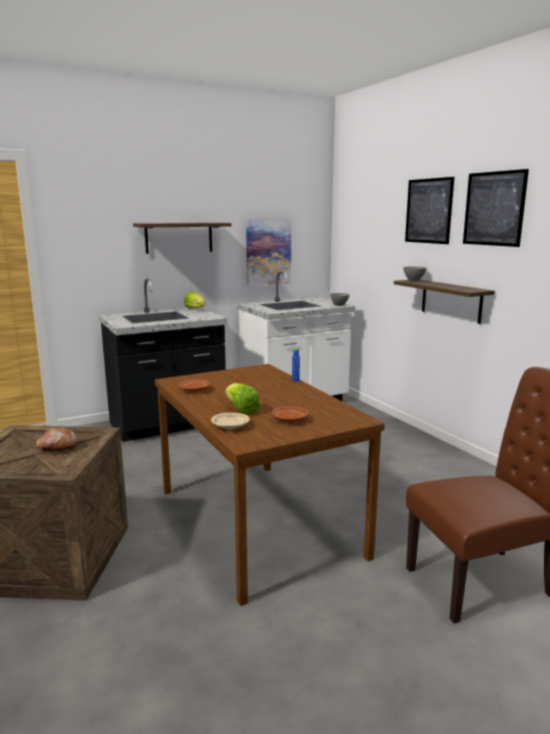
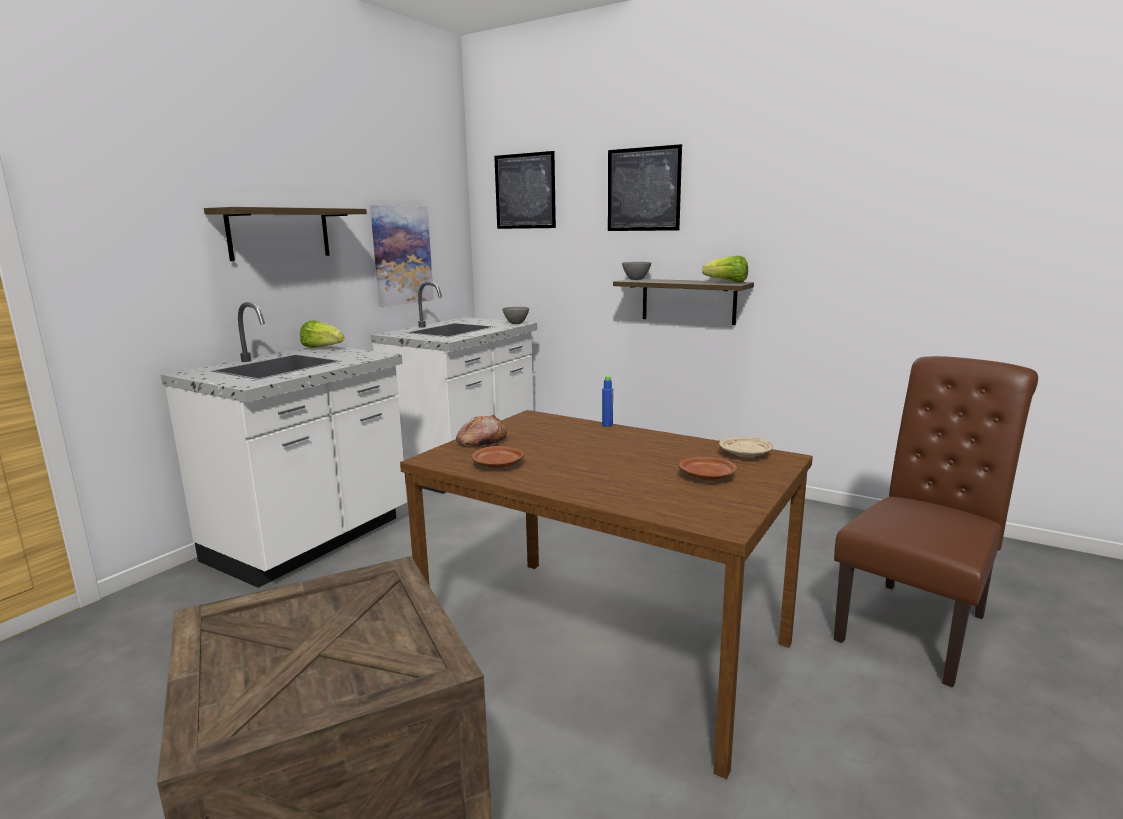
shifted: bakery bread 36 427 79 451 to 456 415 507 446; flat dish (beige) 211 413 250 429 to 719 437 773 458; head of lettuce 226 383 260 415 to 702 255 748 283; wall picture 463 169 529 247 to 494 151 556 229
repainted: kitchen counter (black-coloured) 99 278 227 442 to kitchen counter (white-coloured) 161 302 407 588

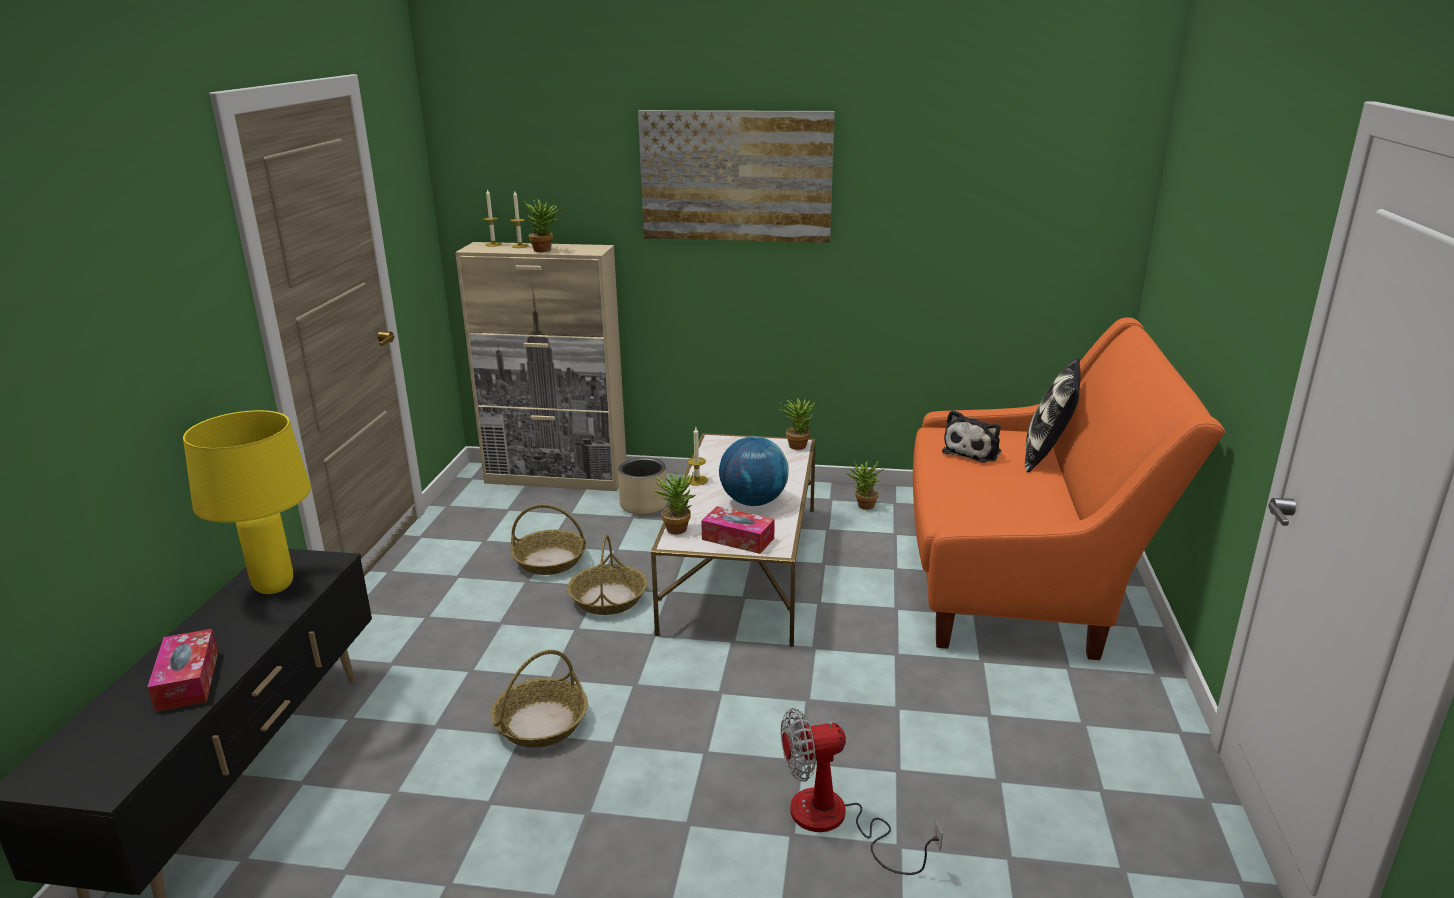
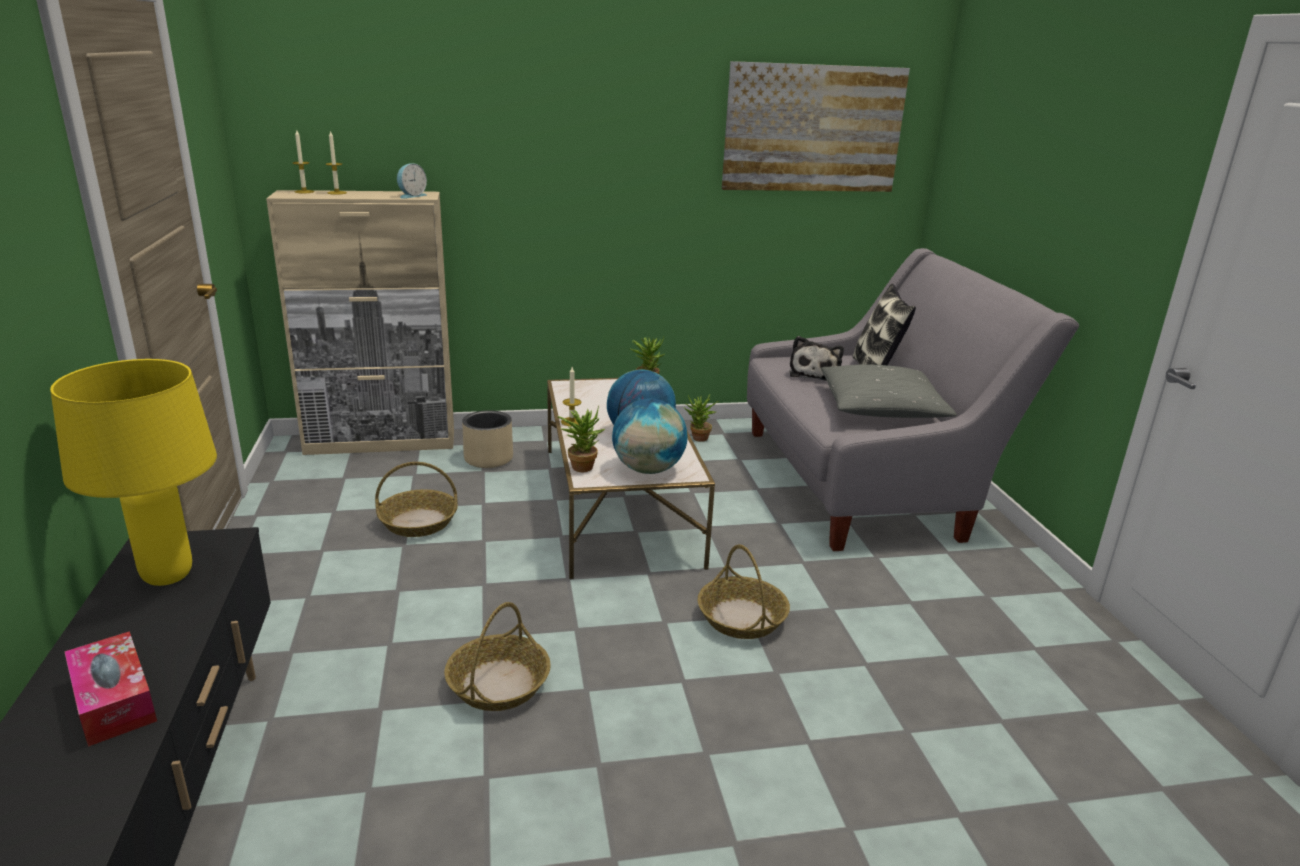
gone: potted plant 524 200 562 252; electric fan 781 708 943 875
new: alarm clock 397 163 427 199; pillow (grey) 821 365 957 418
shifted: household basket 567 535 647 615 to 698 545 790 639; wall picture 638 110 834 243 to 722 61 910 192
swapped: box of tissues 701 506 775 554 to world globe 612 398 687 474
repainted: settee (orange) 913 318 1225 660 to settee (grey) 747 248 1079 551

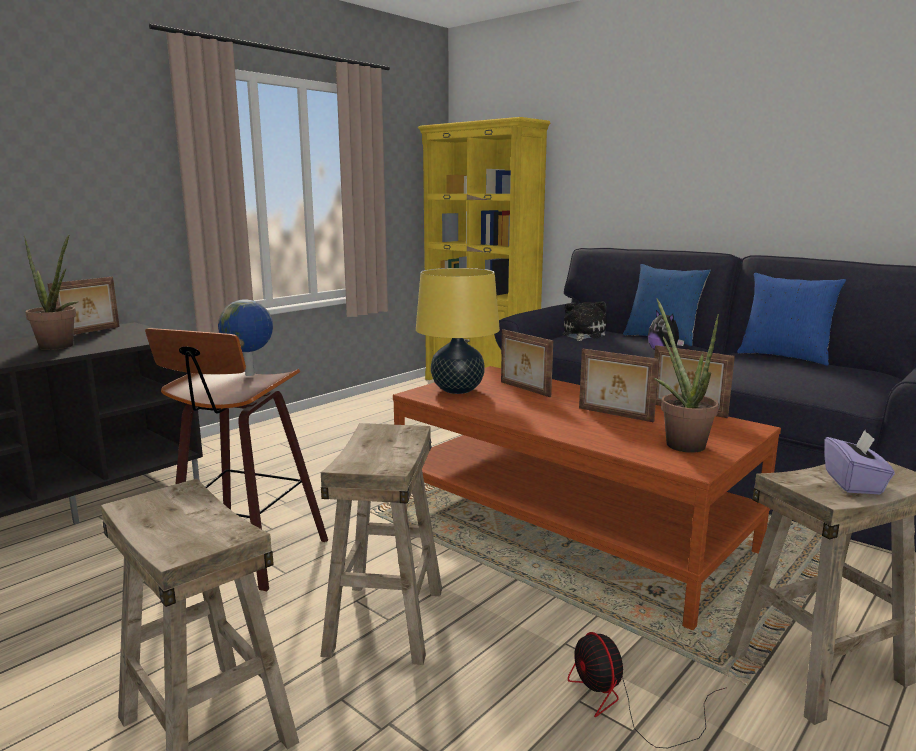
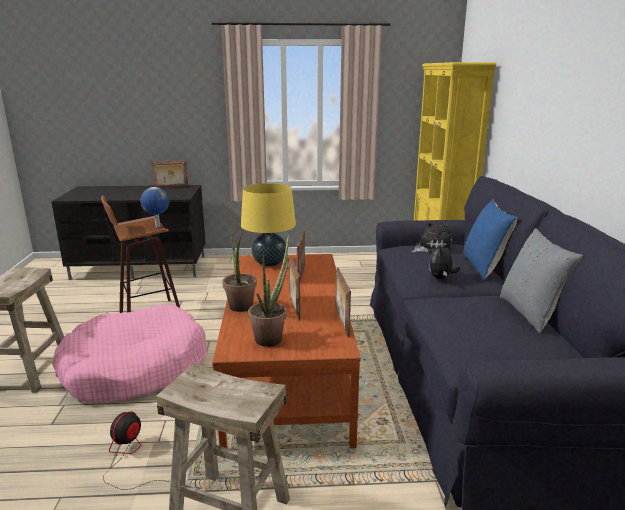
gone: box of tissues (purplish) 824 430 895 494
shifted: potted plant 24 235 78 350 to 223 223 257 312
swapped: stool (beige) 321 423 442 665 to dog cushion (pinkish) 53 305 207 402
repainted: pillow (bluish) 737 273 846 366 to pillow (grey) 500 228 583 333

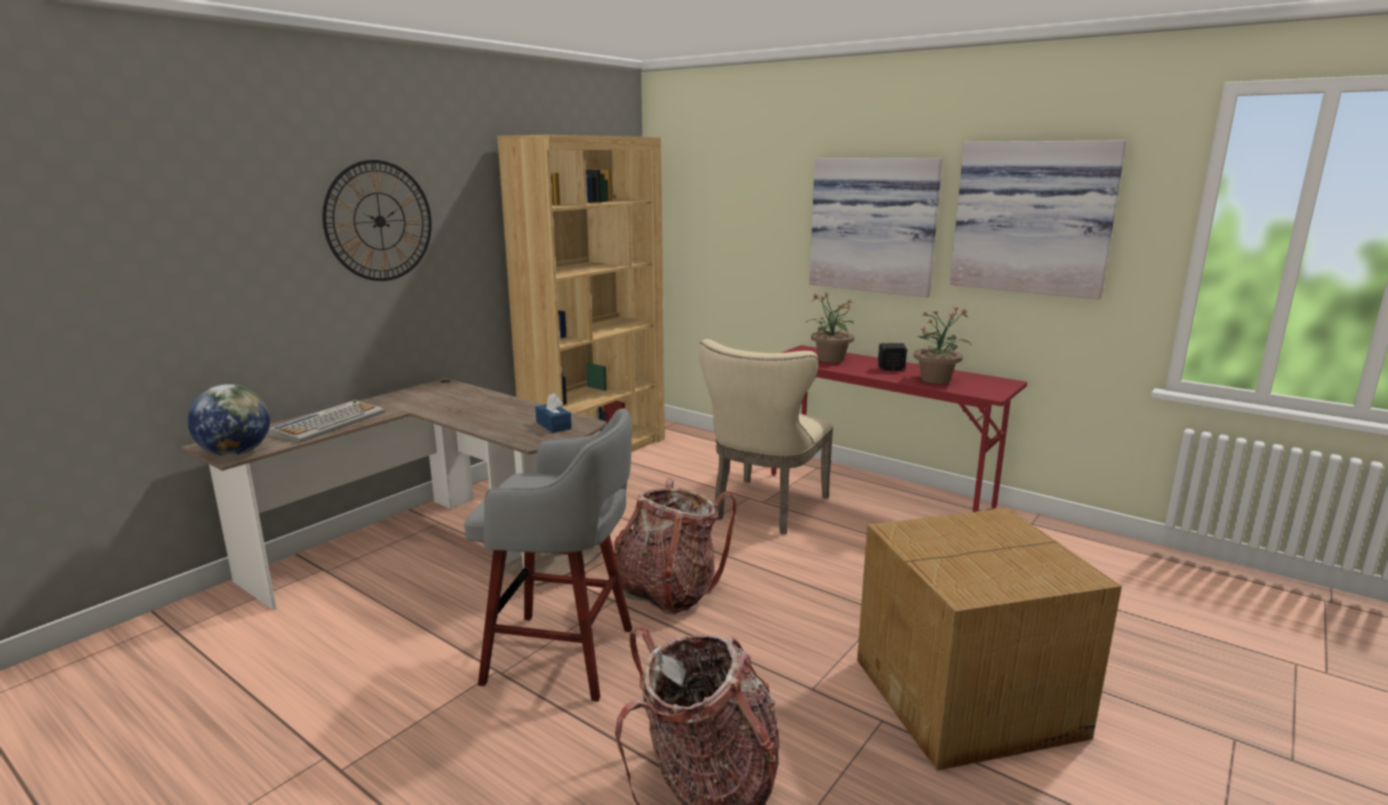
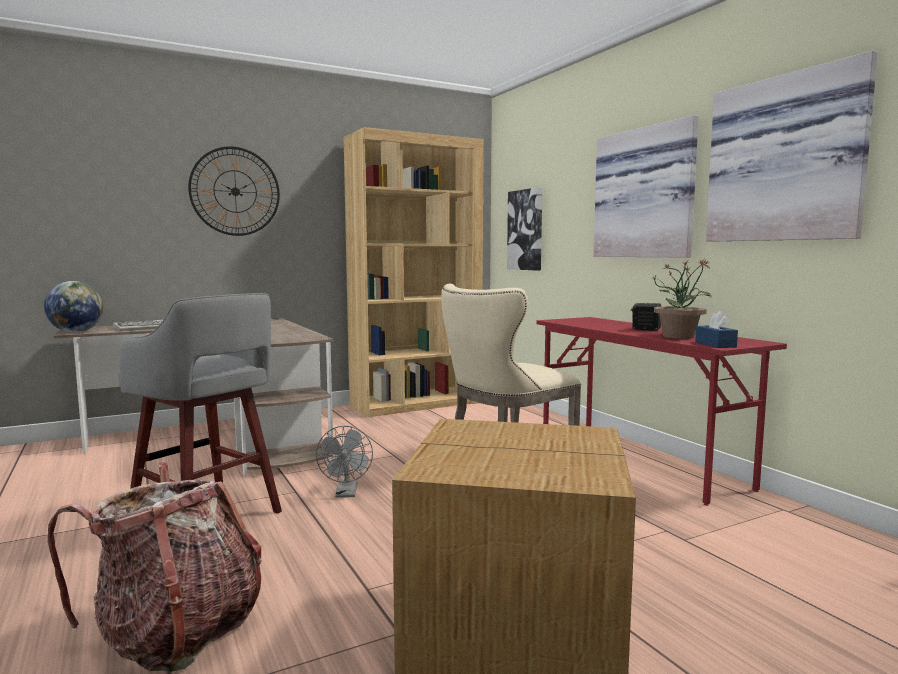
gone: potted plant 806 292 854 363
new: wall picture 507 187 543 271
shifted: box of tissues (bluish) 535 393 572 433 to 695 311 738 348
swapped: backpack 614 479 737 615 to electric fan (grey) 316 426 373 498

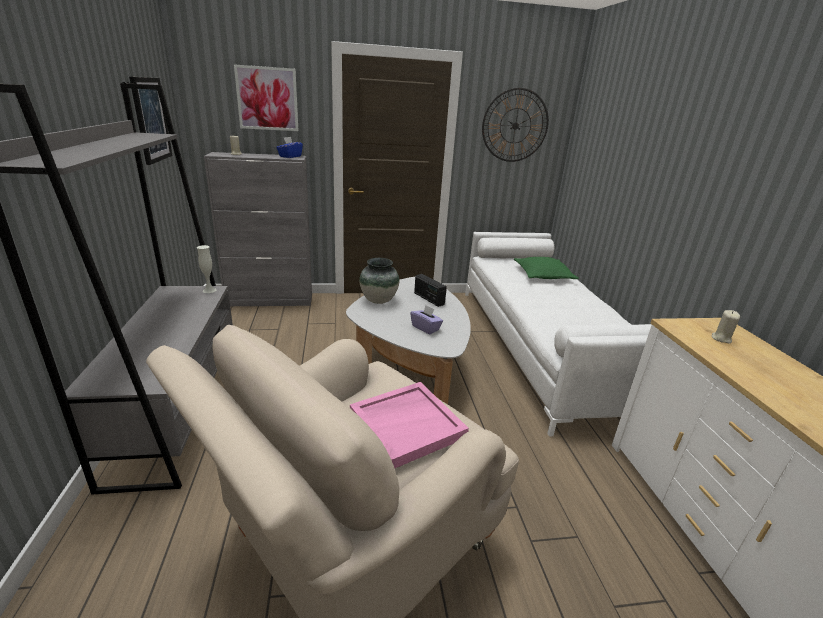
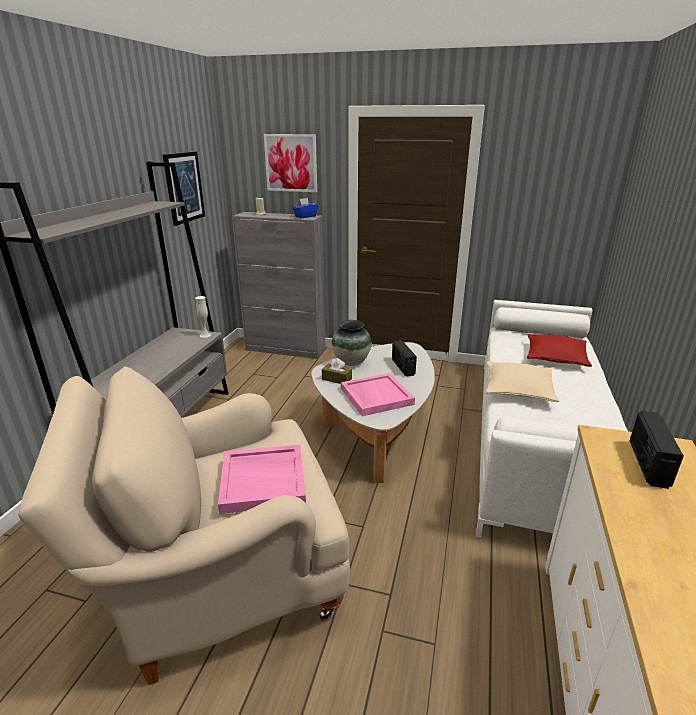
gone: clock on the wall 482 88 549 162
new: box of tissues (brown-coloured) 322 358 352 384; pillow (beige) 486 361 559 402
swapped: box of tissues (purplish) 410 305 443 334 to serving tray (pinkish) 341 373 415 416; candle (beige) 711 310 740 343 to radio set 630 411 684 489
repainted: pillow (green-coloured) 514 257 579 279 to pillow (red) 527 334 592 367

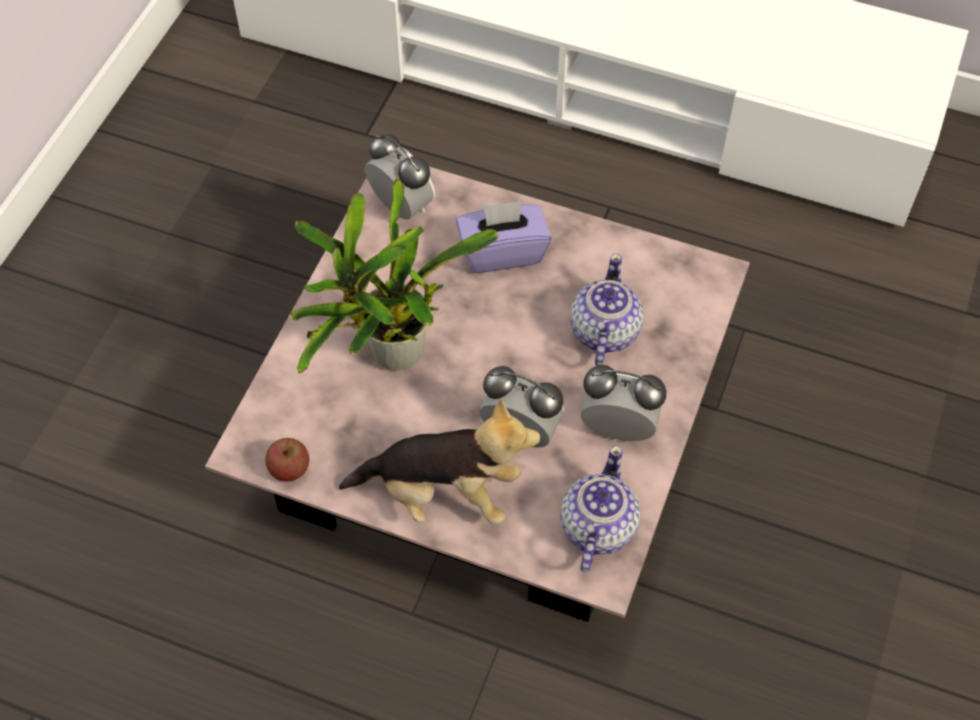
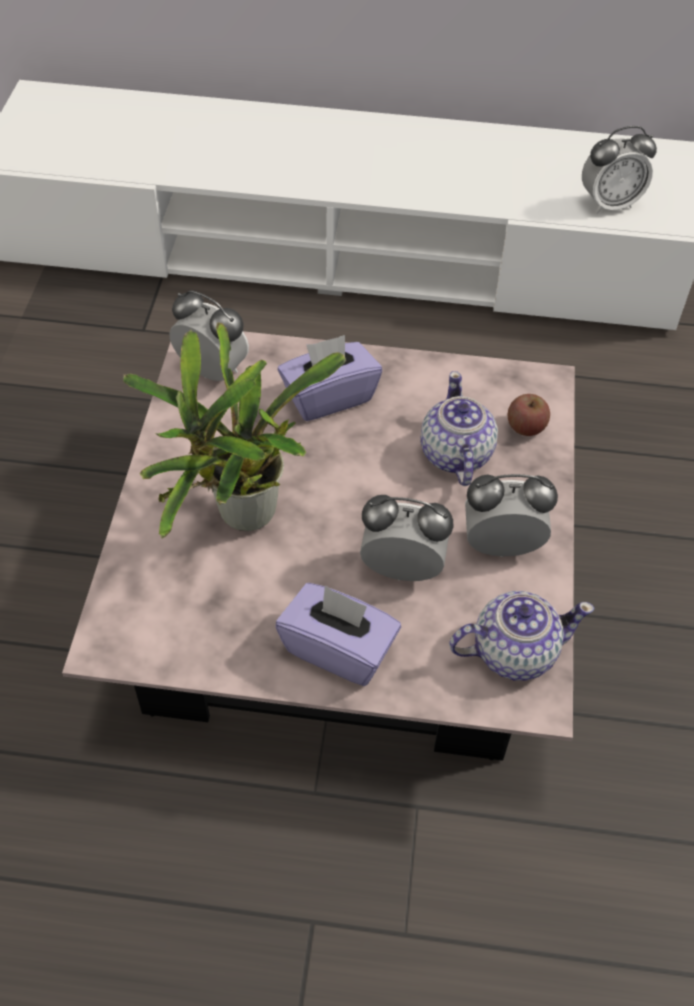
new: alarm clock 582 126 657 214
shifted: whole apple 265 438 309 482 to 508 394 550 436
swapped: cuddly toy 339 398 540 524 to box of tissues (purplish) 276 583 401 686
rotated: teapot 560 445 640 572 = 449 591 594 681 75 degrees clockwise

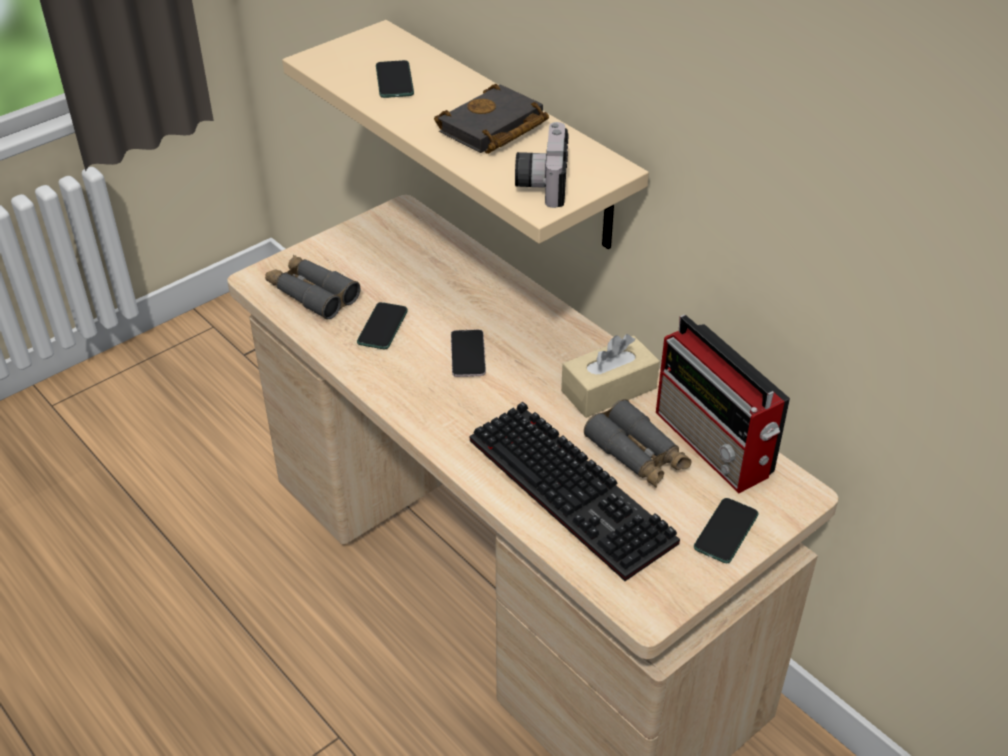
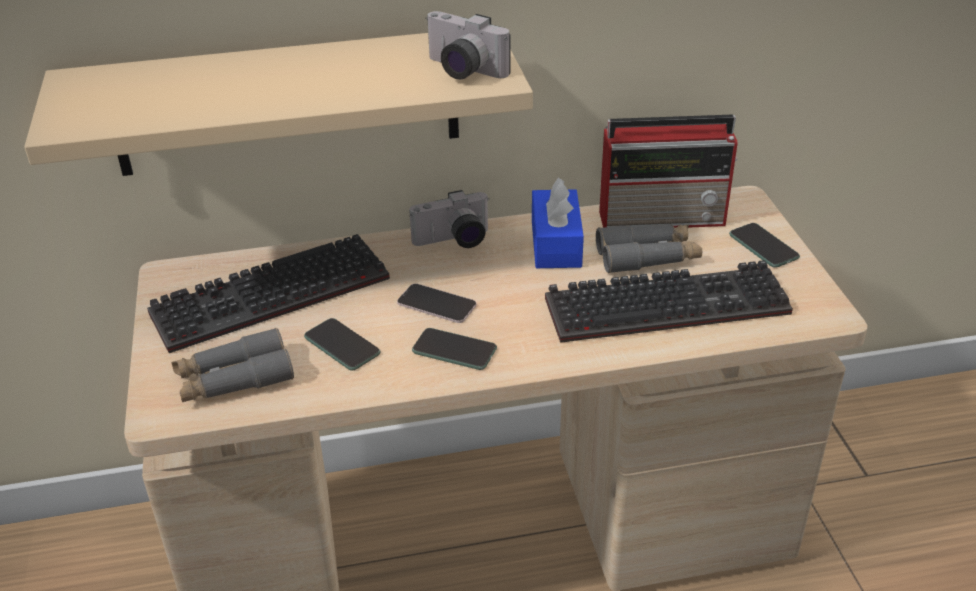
gone: bound book (black-coloured) 434 84 549 154
new: PC keyboard 147 234 390 353; photo camera 409 190 490 248
shifted: phone 376 60 414 98 to 412 328 497 370
repainted: box of tissues (beige) 561 334 660 418 to box of tissues (bluish) 532 178 584 268

